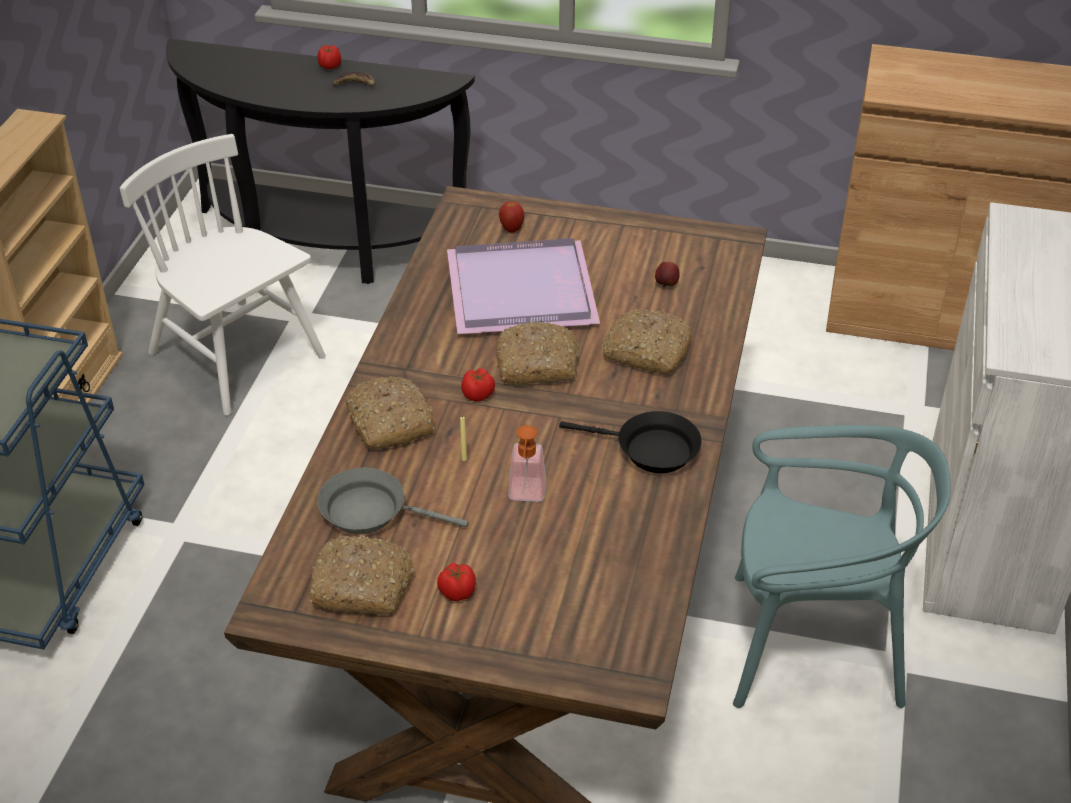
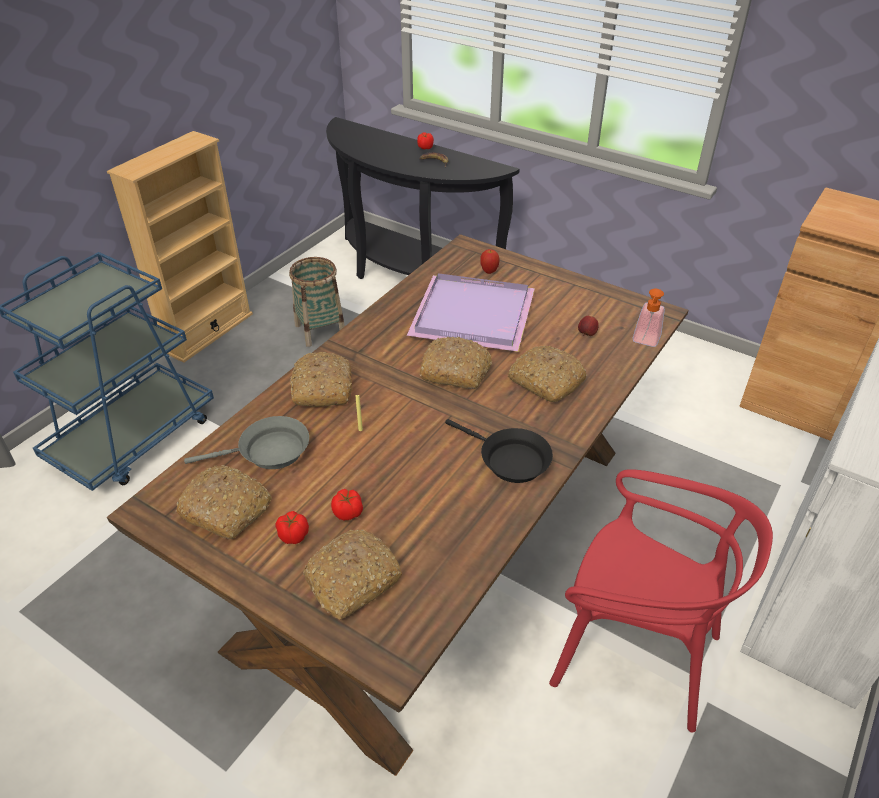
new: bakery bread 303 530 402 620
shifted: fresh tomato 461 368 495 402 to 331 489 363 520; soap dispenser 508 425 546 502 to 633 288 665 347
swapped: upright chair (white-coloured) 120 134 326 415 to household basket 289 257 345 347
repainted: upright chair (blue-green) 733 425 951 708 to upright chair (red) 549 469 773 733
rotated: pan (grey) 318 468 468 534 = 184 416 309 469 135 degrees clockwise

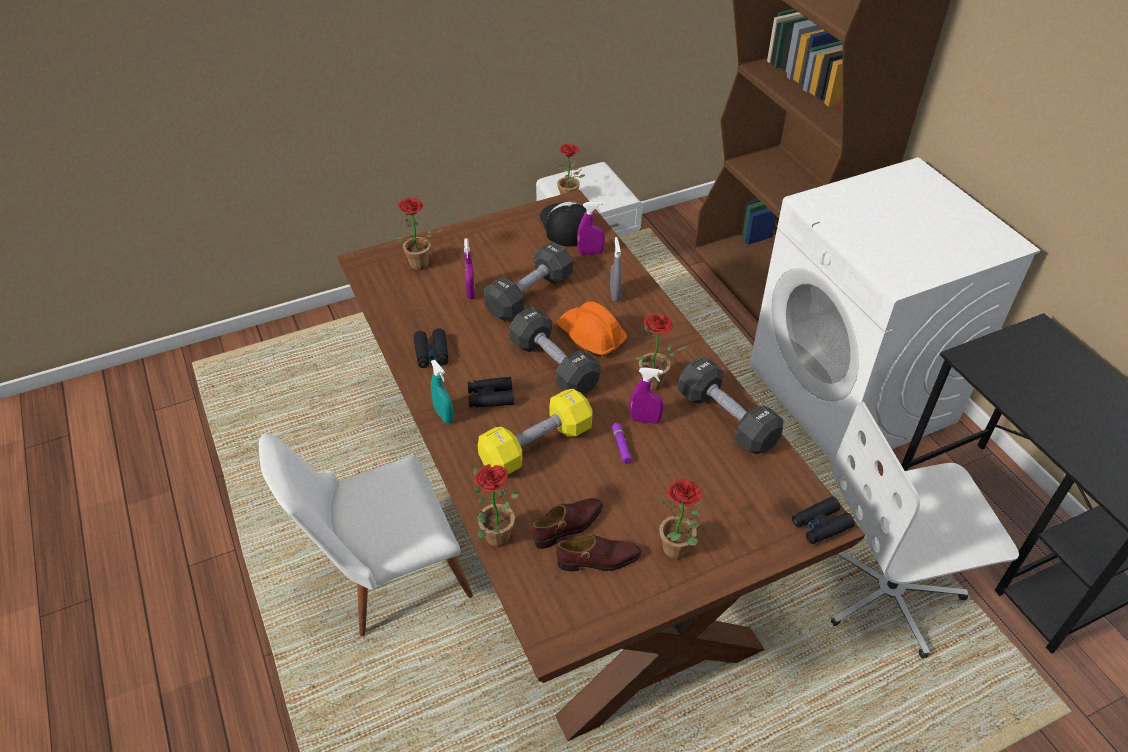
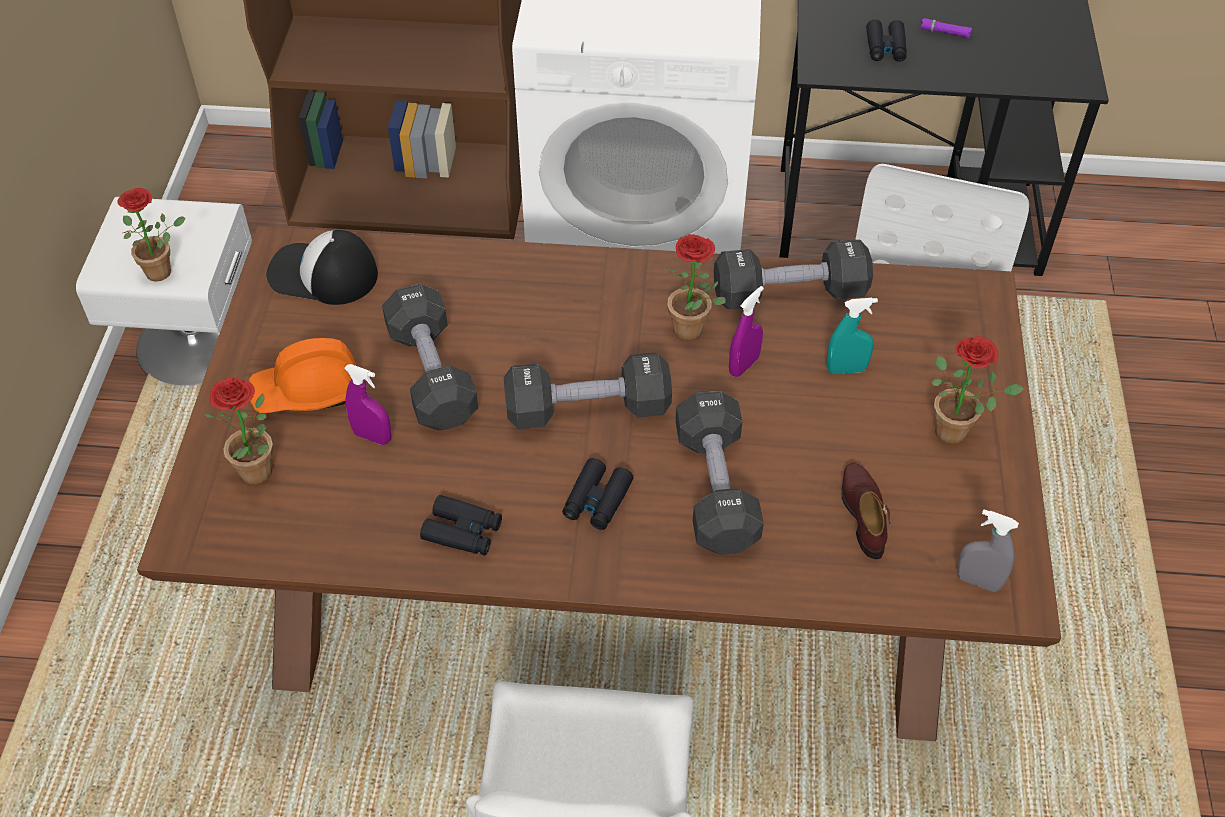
gone: potted plant 473 464 519 547; low shoe (brown-coloured) 556 535 642 572; spray bottle (purplish) 577 202 605 255
shifted: spray bottle (blue-green) 431 360 454 423 to 827 298 878 374; hard hat (orange) 557 301 627 357 to 249 338 356 413; spray bottle (grey) 610 237 622 302 to 957 509 1019 592; torch (purplish) 612 423 632 464 to 920 18 972 38; field glasses (black-coloured) 792 496 855 544 to 866 19 907 62
repainted: dumbbell (yellowish) 478 389 593 474 to dumbbell (black-coloured) 676 391 764 555

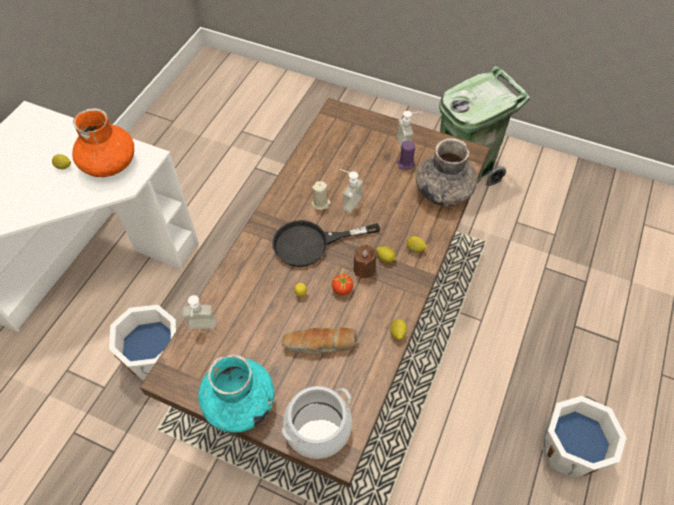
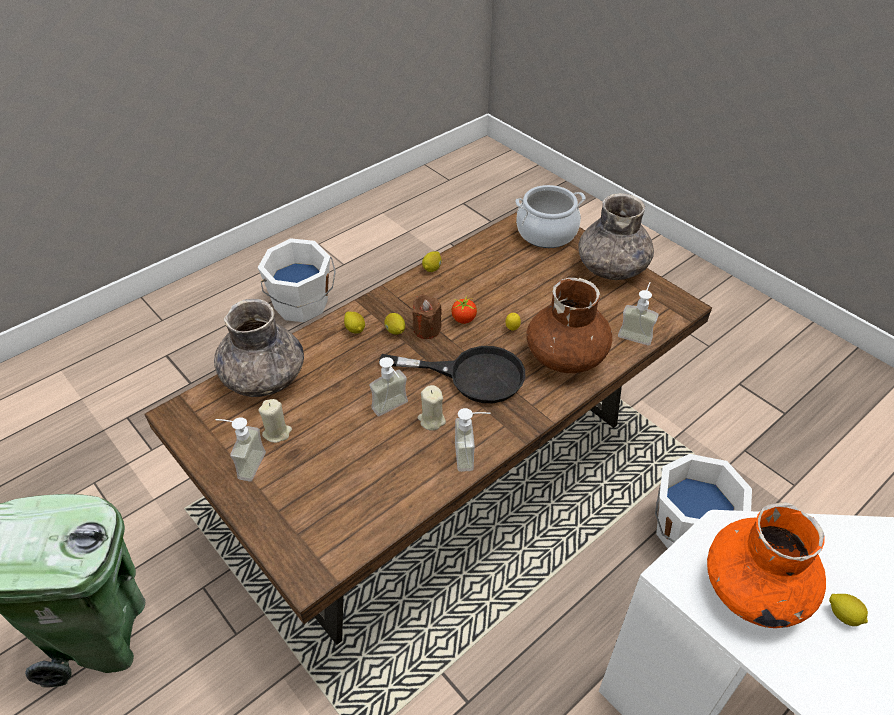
gone: bakery bread 281 327 358 354
new: soap dispenser 455 408 491 472; decorative vase (brown-coloured) 526 278 612 373
repainted: decorative vase (blue-green) 198 354 274 433 to decorative vase (grey) 578 193 654 280; candle (purplish) 397 141 415 170 to candle (beige) 258 399 292 443

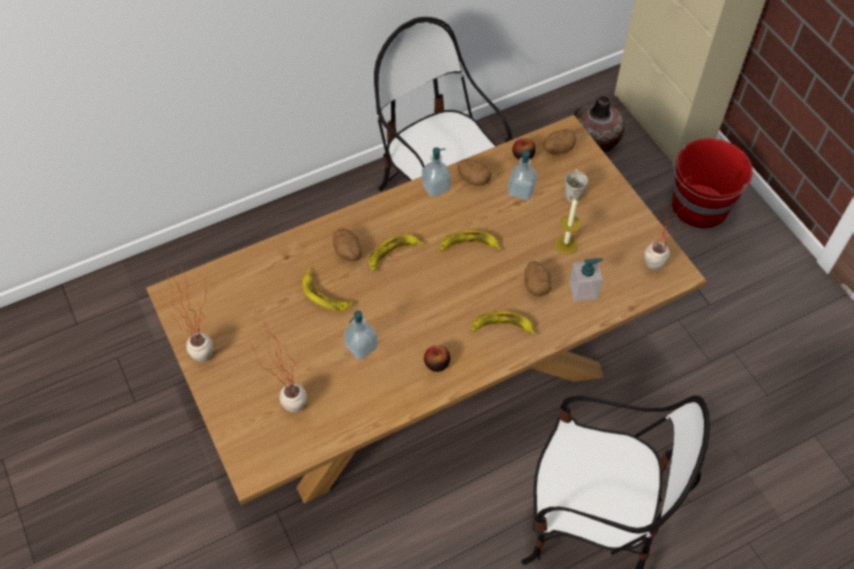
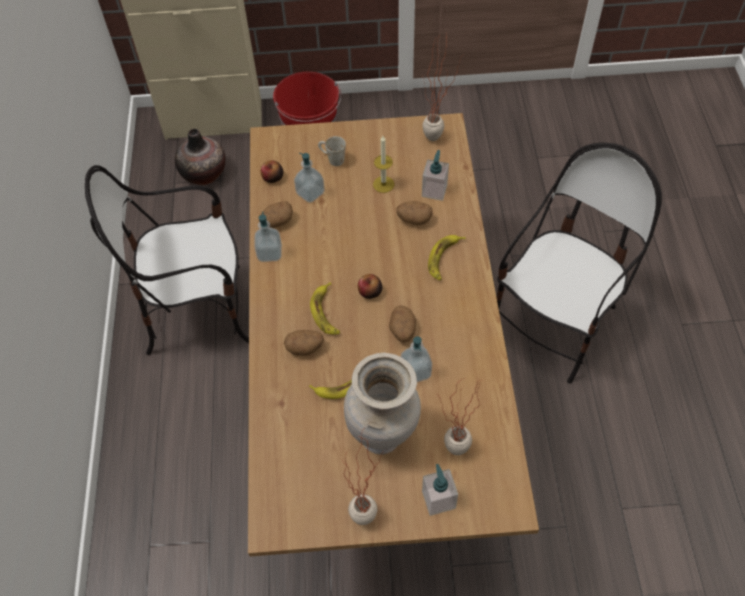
gone: whole banana 440 230 501 251
new: decorative vase (beige) 344 353 421 455; soap dispenser 422 464 458 516
shifted: whole apple 424 345 450 372 to 358 274 382 299; potato 543 129 576 155 to 389 306 416 342

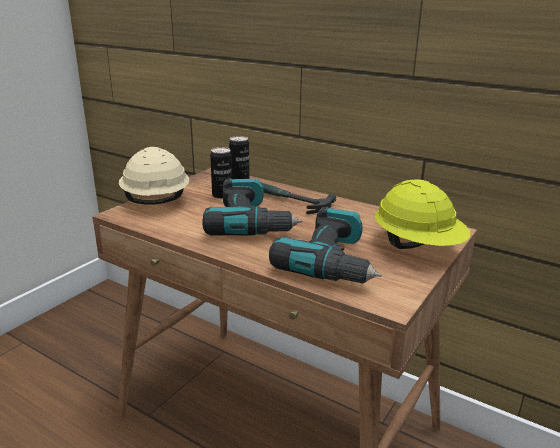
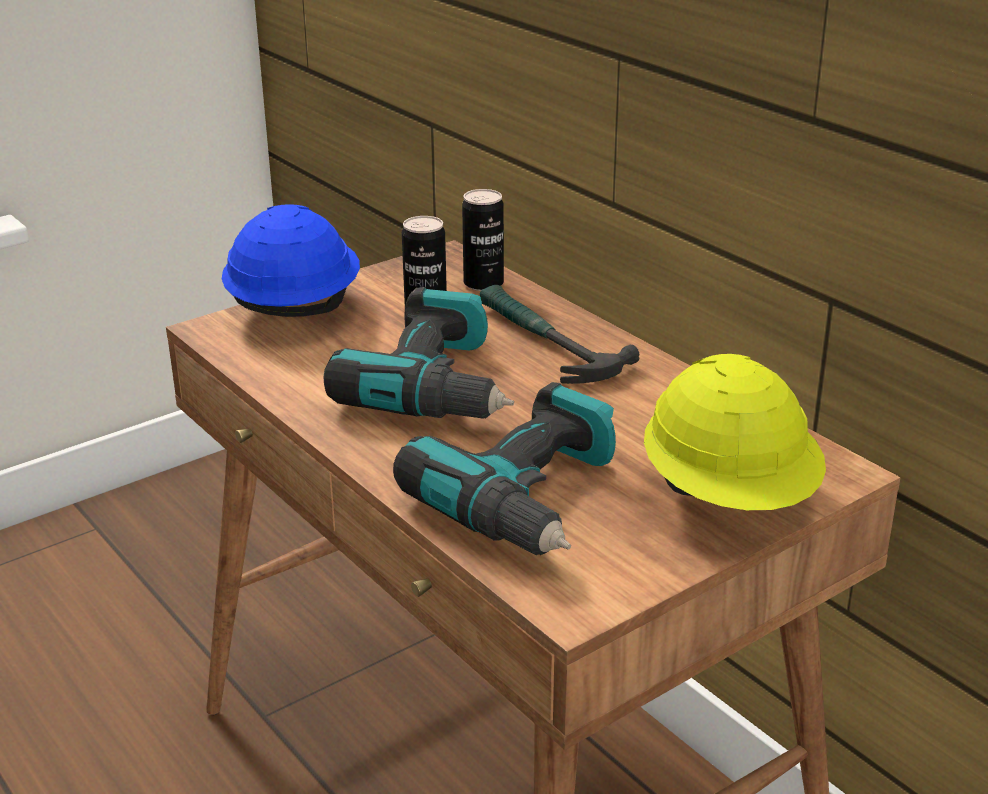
repainted: hard hat (beige) 119 147 190 205 to hard hat (bluish) 222 204 360 317

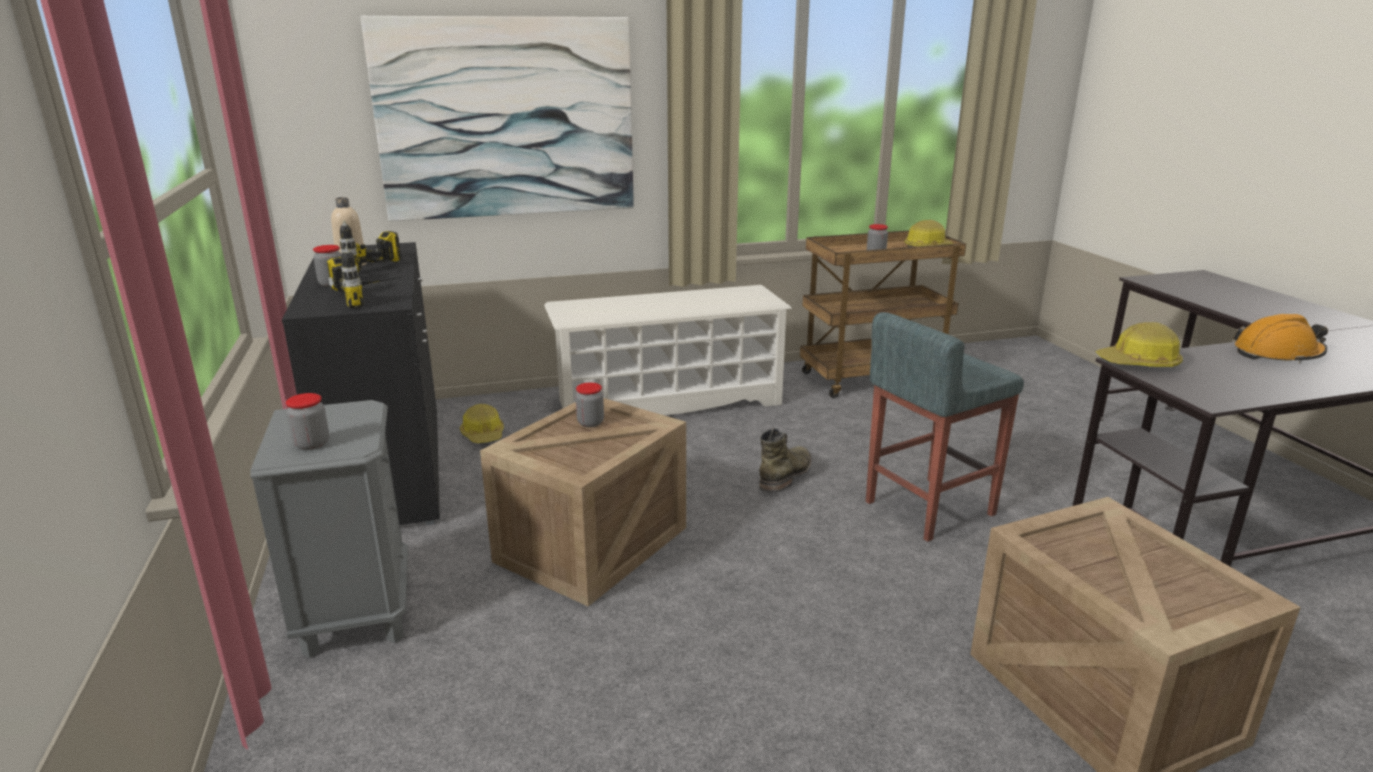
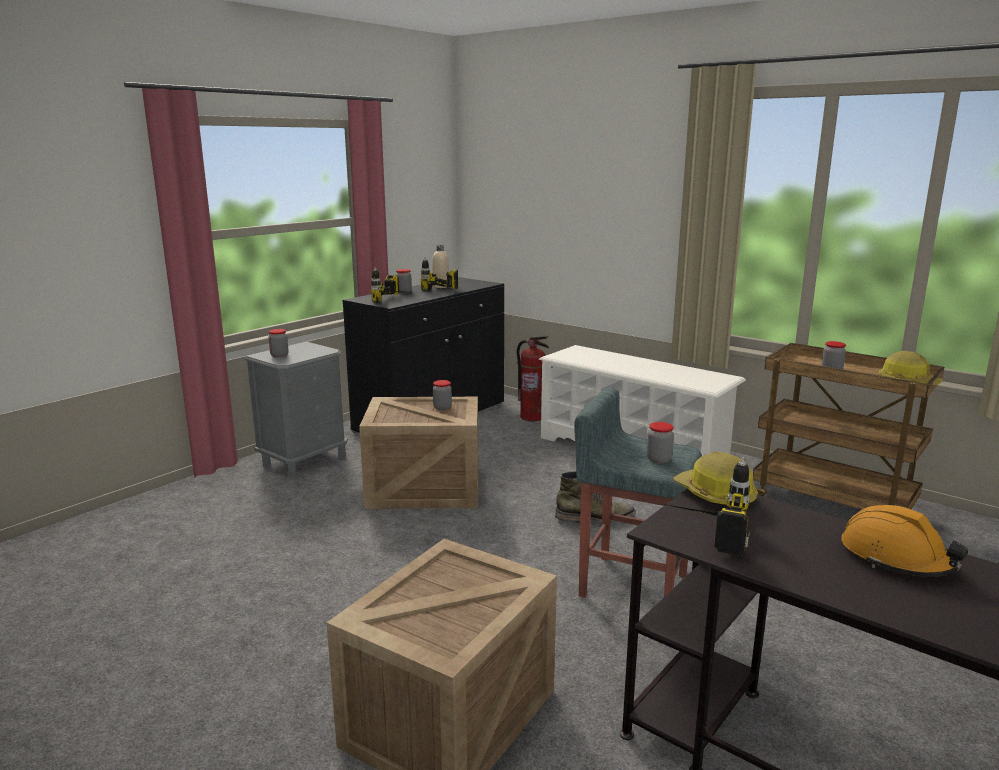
gone: wall picture 360 16 634 221; hard hat 460 404 504 443
new: fire-fighting cylinder 517 336 549 421; storage jar 647 422 674 464; drill 663 457 750 555

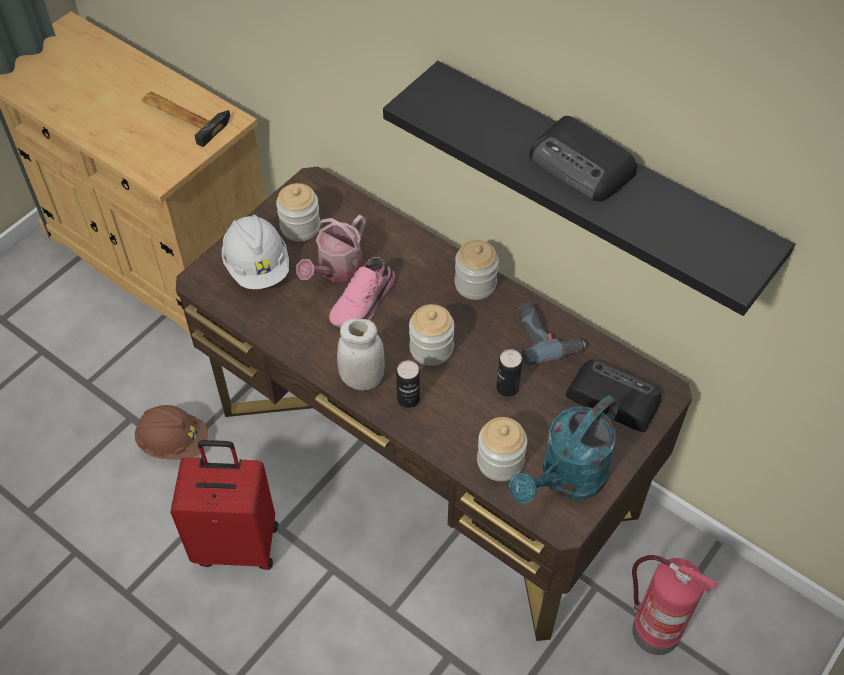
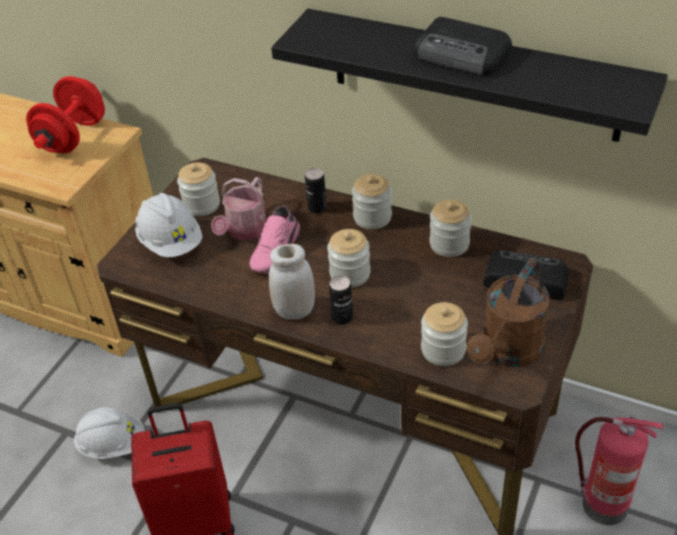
shifted: metal can 496 349 522 397 to 305 168 327 213
swapped: hand hammer 141 92 230 147 to dumbbell (red) 26 76 105 153; drill 519 303 586 365 to storage jar 430 200 471 257
repainted: hard hat (brown-coloured) 135 405 208 460 to hard hat (white-coloured) 74 407 145 459; watering can (blue-green) 509 396 619 503 to watering can (brown-coloured) 467 259 550 367

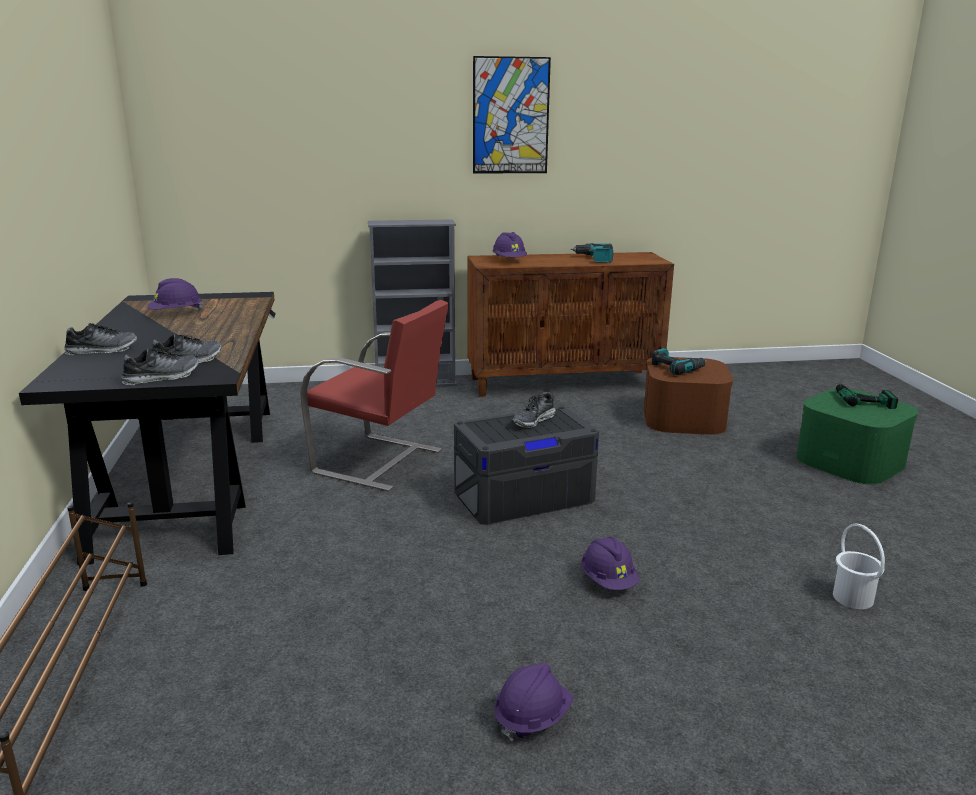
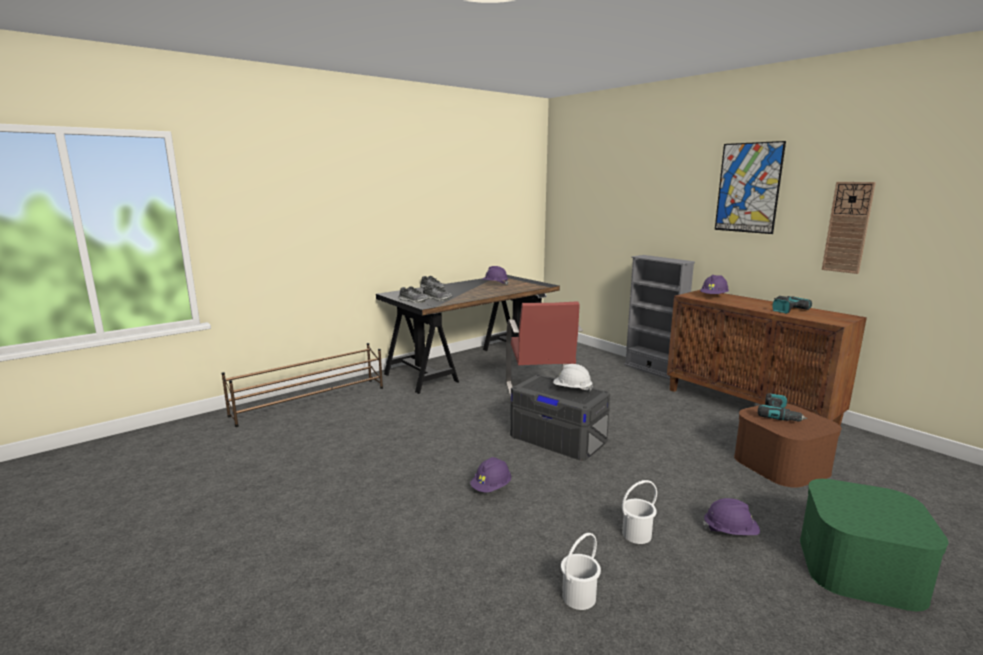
gone: drill 835 383 898 409
new: pail (white-coloured) 622 480 657 544; clock on the wall 822 182 876 274
shifted: hard hat (purplish) 494 664 573 742 to 703 498 760 535
swapped: low shoe 512 392 556 428 to hard hat (white-coloured) 553 364 593 391

